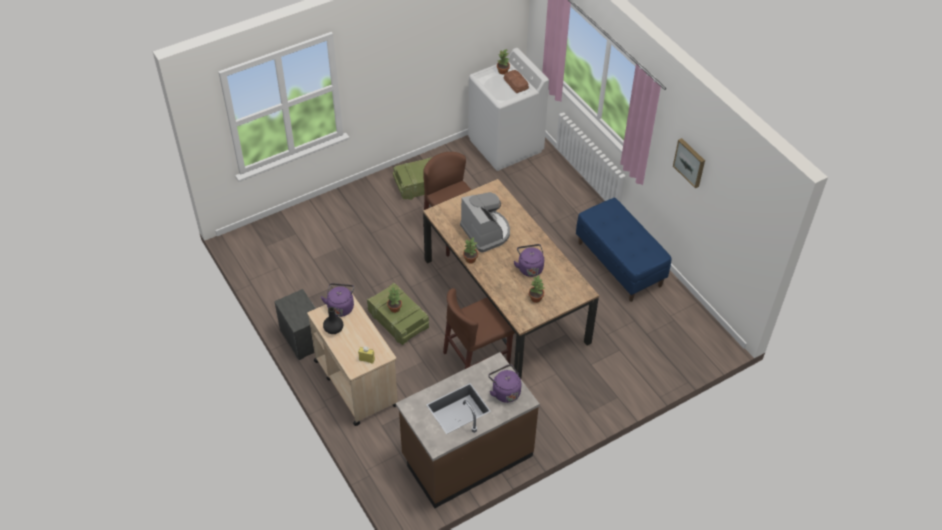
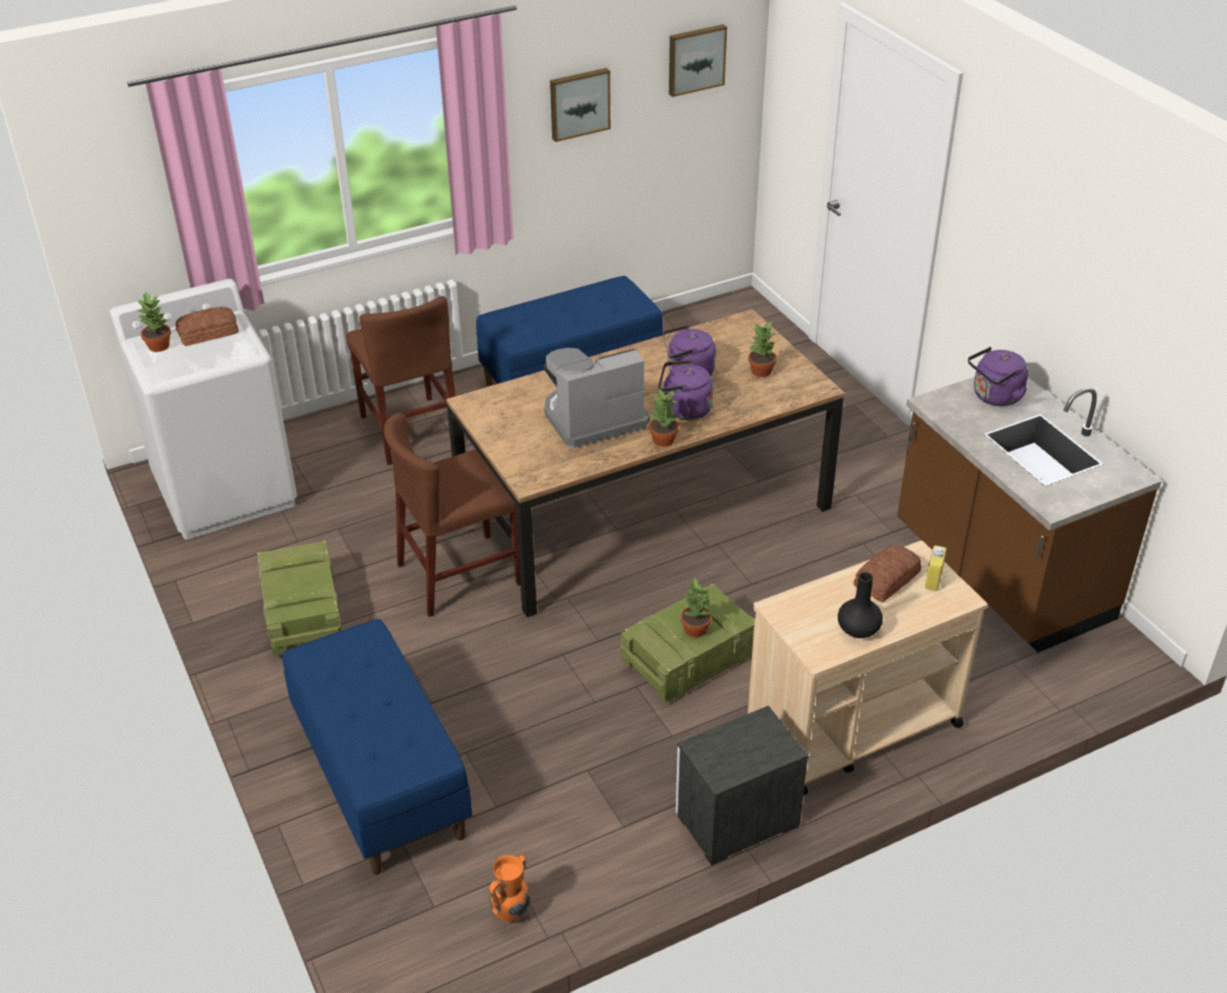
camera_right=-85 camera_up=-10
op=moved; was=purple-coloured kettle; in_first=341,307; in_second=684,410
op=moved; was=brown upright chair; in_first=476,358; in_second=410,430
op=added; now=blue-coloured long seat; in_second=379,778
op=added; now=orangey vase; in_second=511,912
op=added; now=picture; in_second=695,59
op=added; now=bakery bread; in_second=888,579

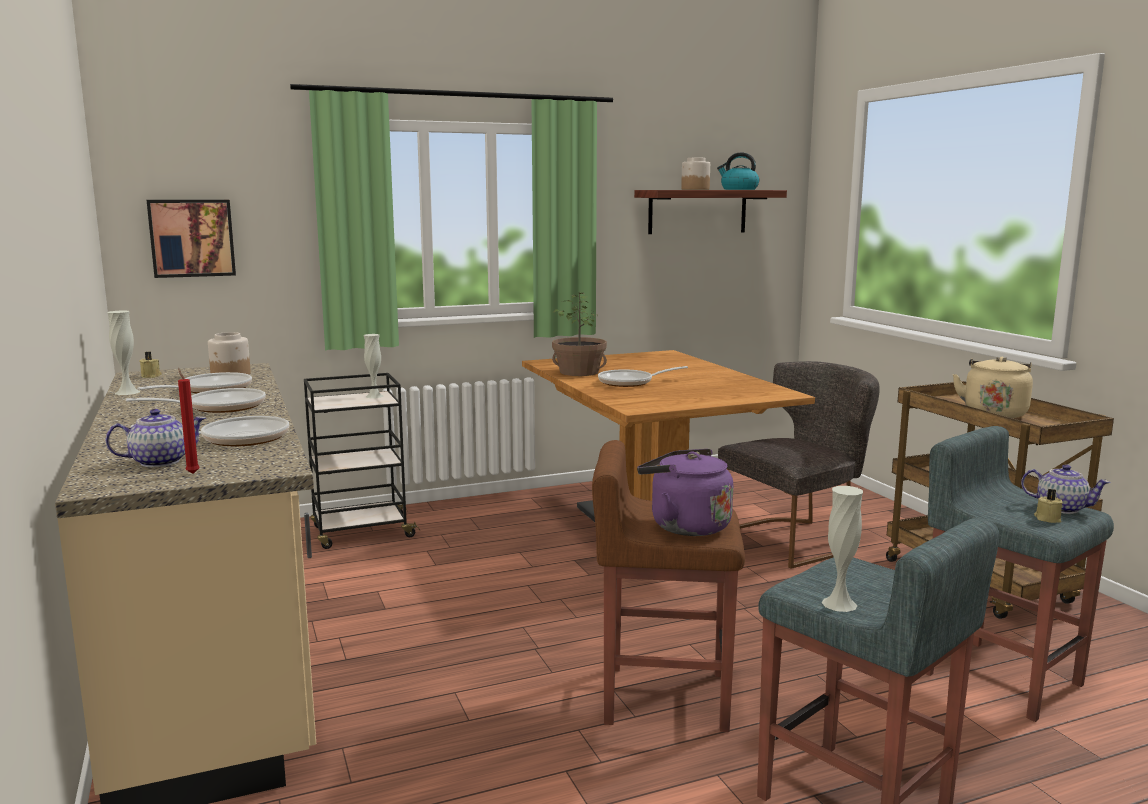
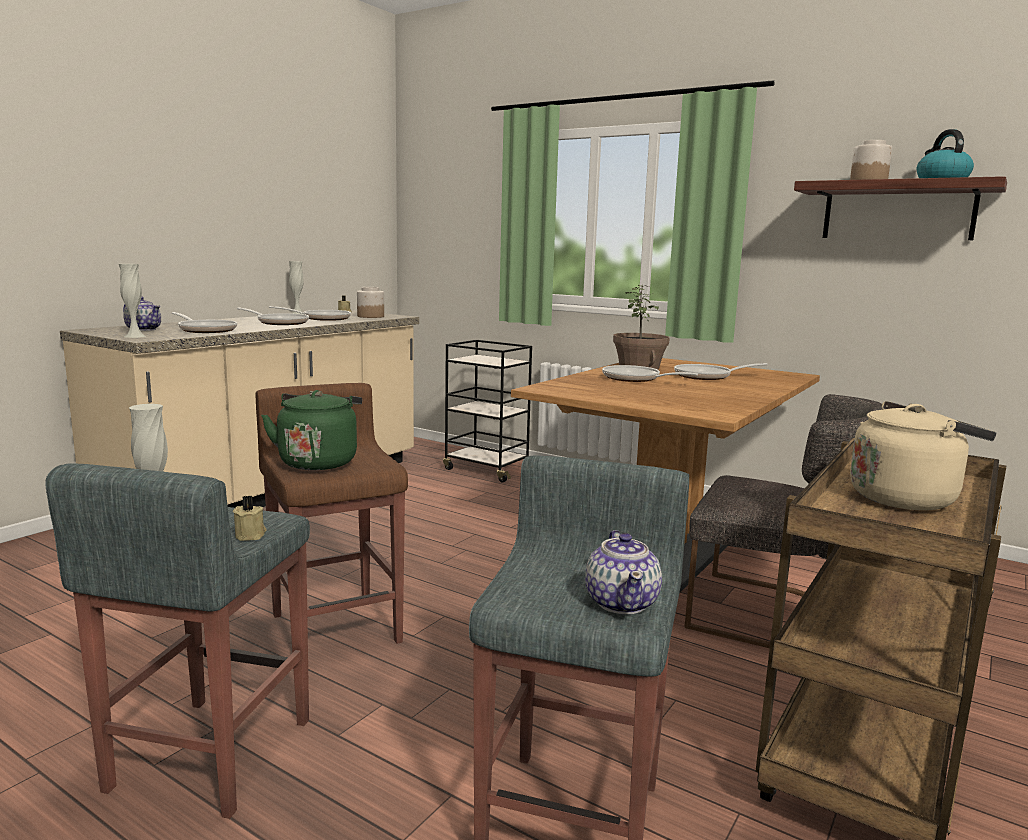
camera_right=55 camera_up=0
op=removed; was=picture; in_first=192,238
op=removed; was=red-coloured wax light; in_first=192,473
op=moved; was=white vase; in_first=374,396; in_second=135,336
op=recoloured; was=purple-coloured kettle; now=greenish kettle; in_first=685,526; in_second=318,461
op=moved; was=sand-coloured wax light; in_first=1047,519; in_second=251,535
op=added; now=skillet; in_second=707,376

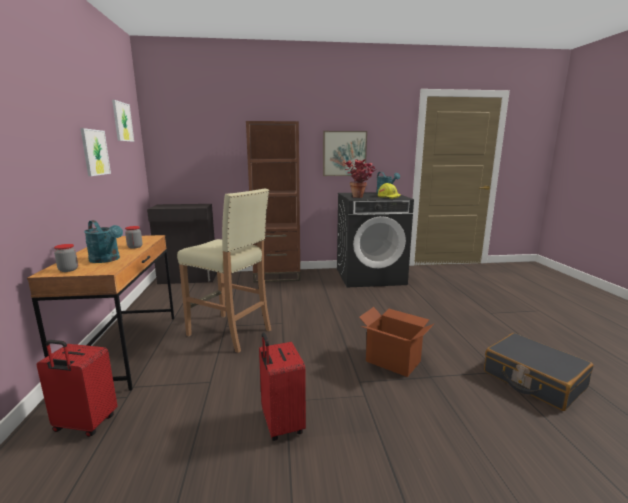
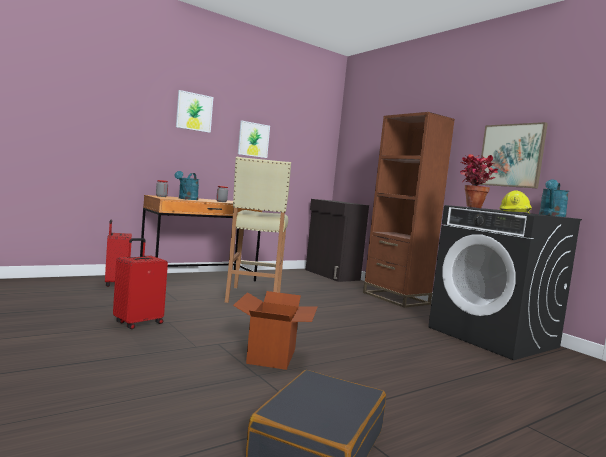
camera_right=60 camera_up=-10
op=moved; was=picture; in_first=122,121; in_second=194,112

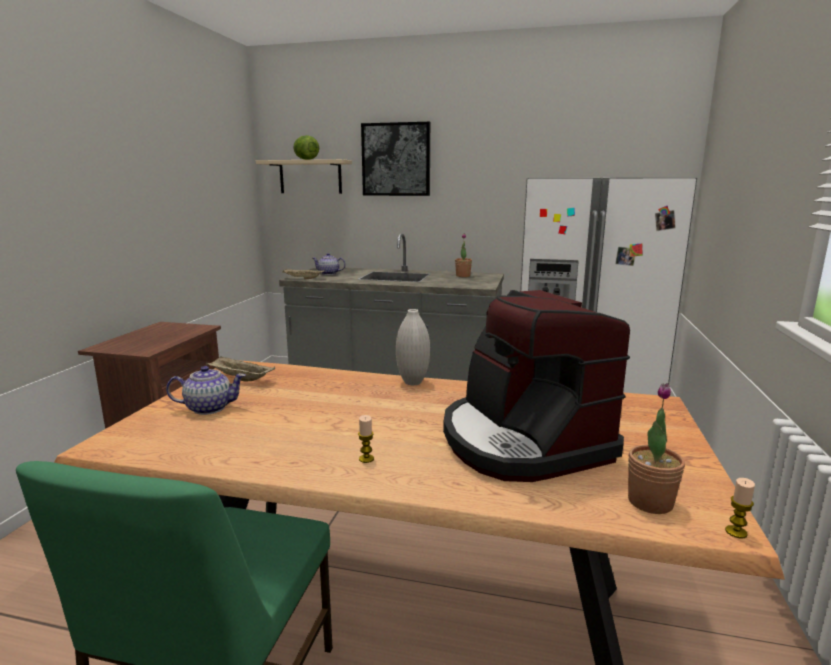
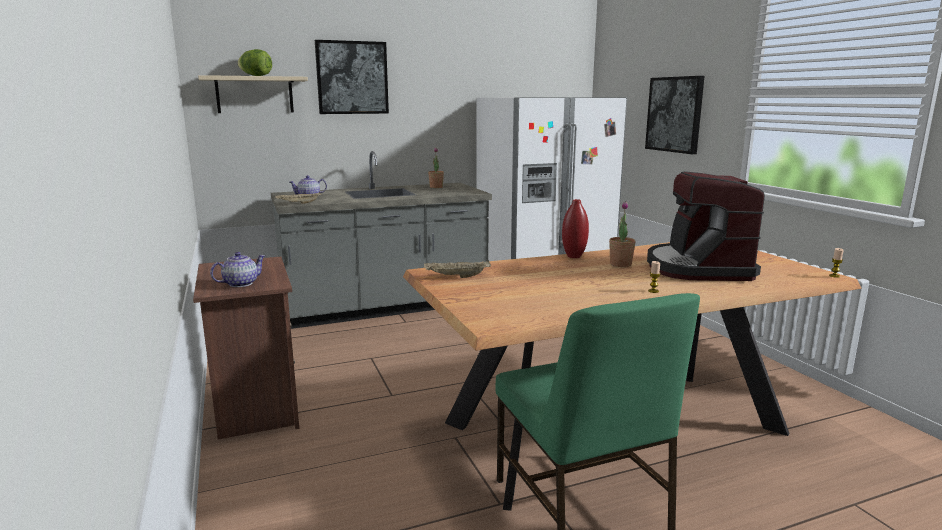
camera_right=-35 camera_up=0
op=moved; was=tea pot; in_first=208,408; in_second=240,284
op=recoloured; was=white vase; now=red-coloured vase; in_first=412,382; in_second=574,256
op=turned; was=coffee maker; in_first=522,441; in_second=698,268; clockwise=60
op=moved; was=plant in a pot; in_first=650,502; in_second=620,264
op=added; now=picture; in_second=674,114

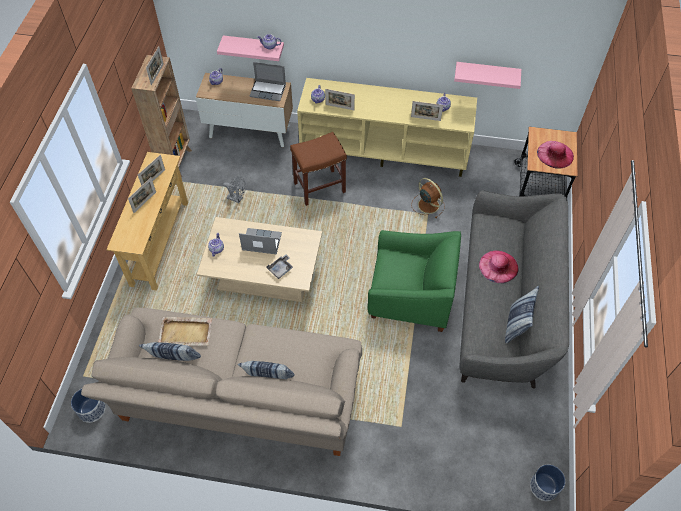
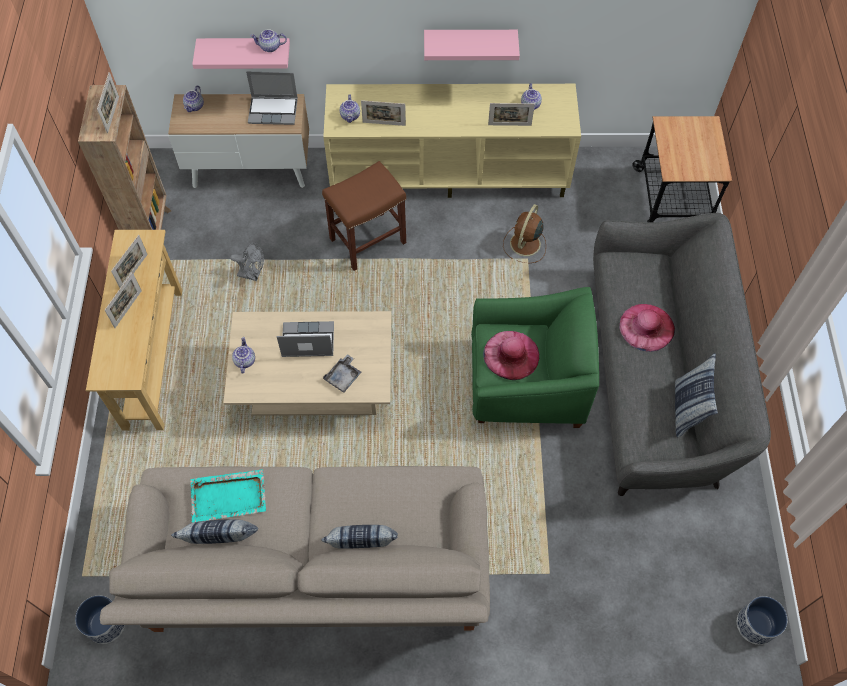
camera_right=-10 camera_up=5
op=recoloured; was=sand-coloured serving tray; now=turquoise serving tray; in_first=186,332; in_second=229,496
op=turned; was=brown cooling fan; in_first=427,204; in_second=524,244; clockwise=-105
op=moved; was=pink-coloured wall shelf; in_first=487,73; in_second=470,42
op=moved; was=pink-coloured clothing hat; in_first=555,154; in_second=511,355

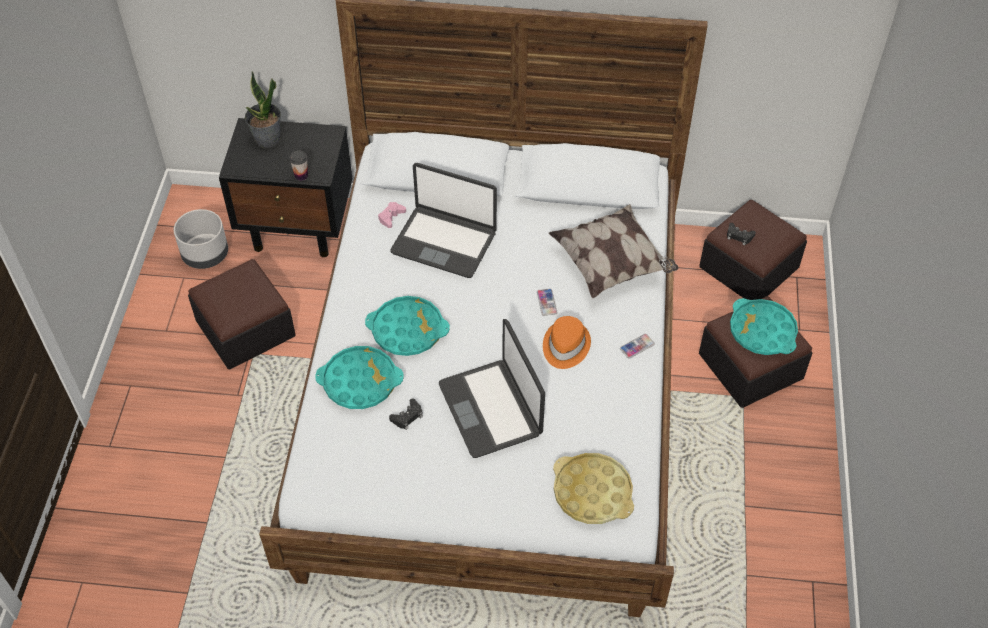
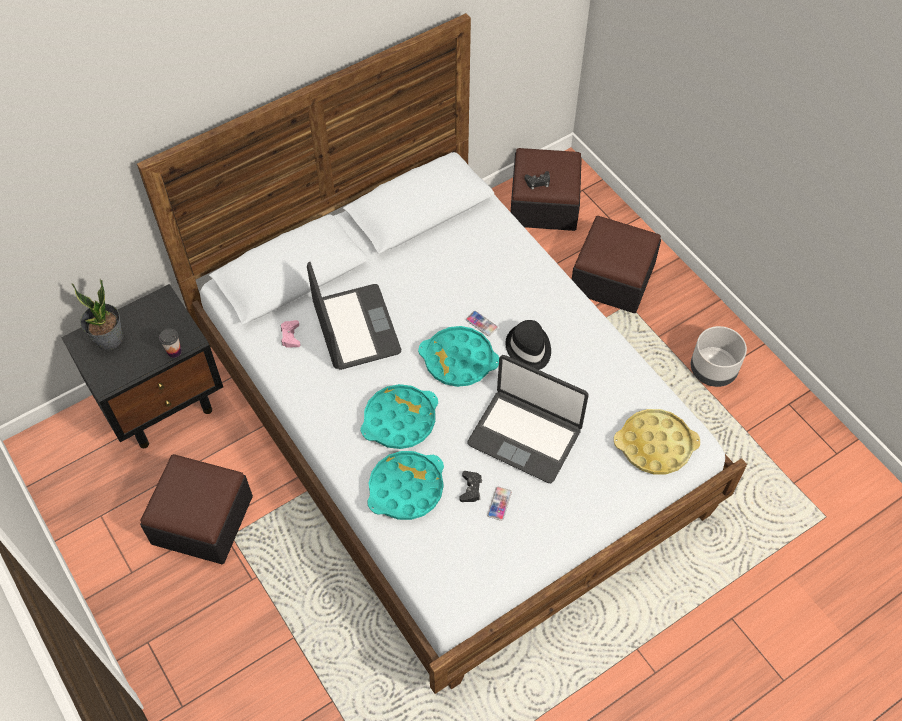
camera_right=-40 camera_up=5
op=moved; was=grey flower pot; in_first=205,255; in_second=713,370
op=turned; was=notebook computer; in_first=444,242; in_second=355,328; clockwise=-90
op=recoloured; was=orangey clothing hat; now=black clothing hat; in_first=565,346; in_second=528,348
op=removed; was=throw pillow; in_first=611,265
op=moved; was=phone; in_first=637,346; in_second=499,504
op=moved; was=turquoise serving tray; in_first=762,331; in_second=458,360

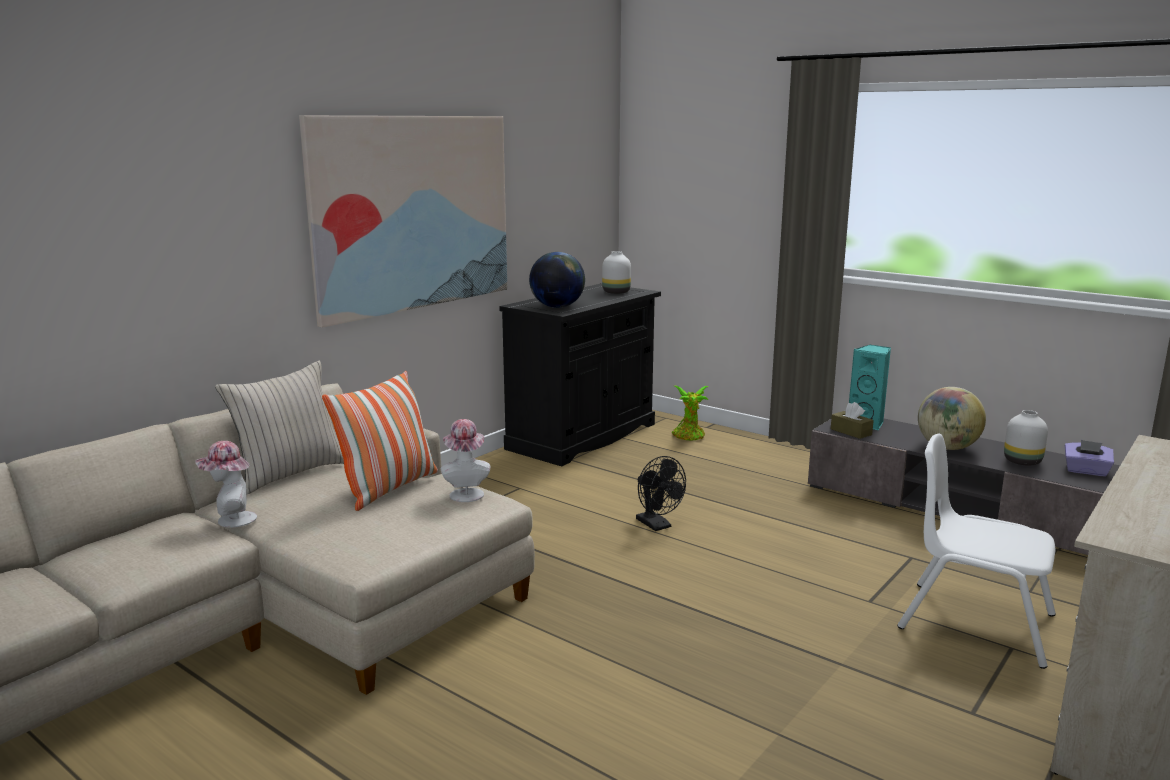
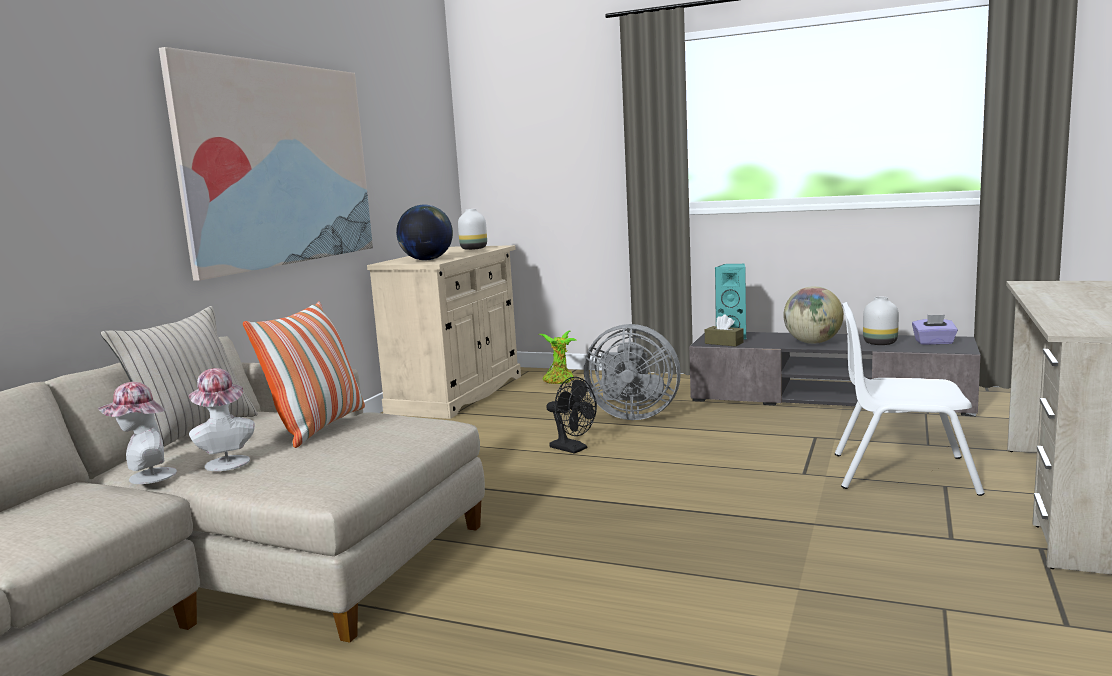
camera_right=-15 camera_up=-5
op=moved; was=clothing hat; in_first=466,493; in_second=226,461
op=recoloured; was=black cabinet; now=sand-coloured cabinet; in_first=582,436; in_second=457,394
op=added; now=grey cooling fan; in_second=632,415

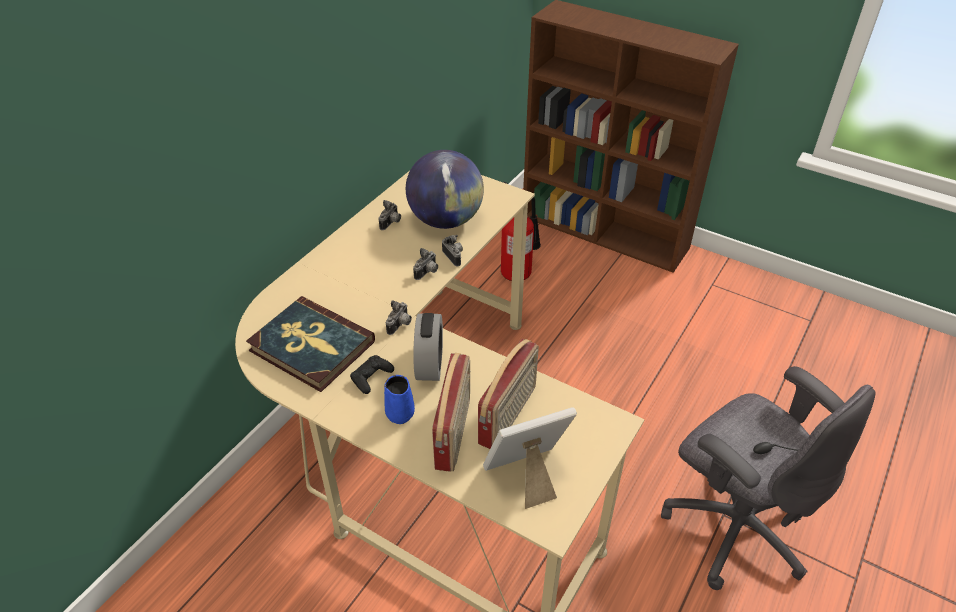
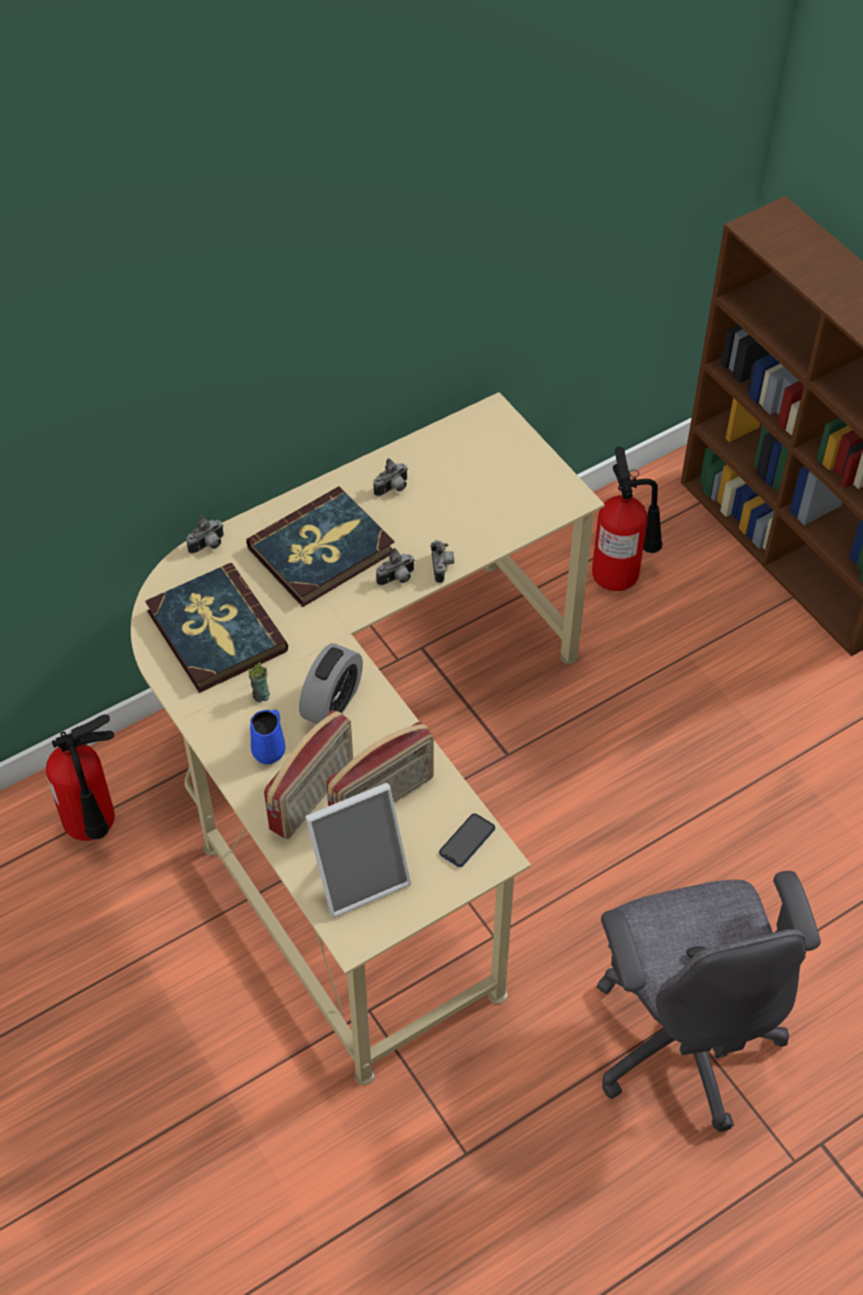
camera_right=25 camera_up=10
op=replaced; was=black gamepad; now=cup; in_first=371,377; in_second=261,695
op=moved; was=still camera; in_first=400,325; in_second=208,546
op=removed; was=desk globe; in_first=445,220
op=turned; was=photo frame; in_first=526,477; in_second=360,876; clockwise=150
op=added; now=extinguisher; in_second=95,828
op=added; now=book; in_second=321,551
op=added; now=phone; in_second=467,841

